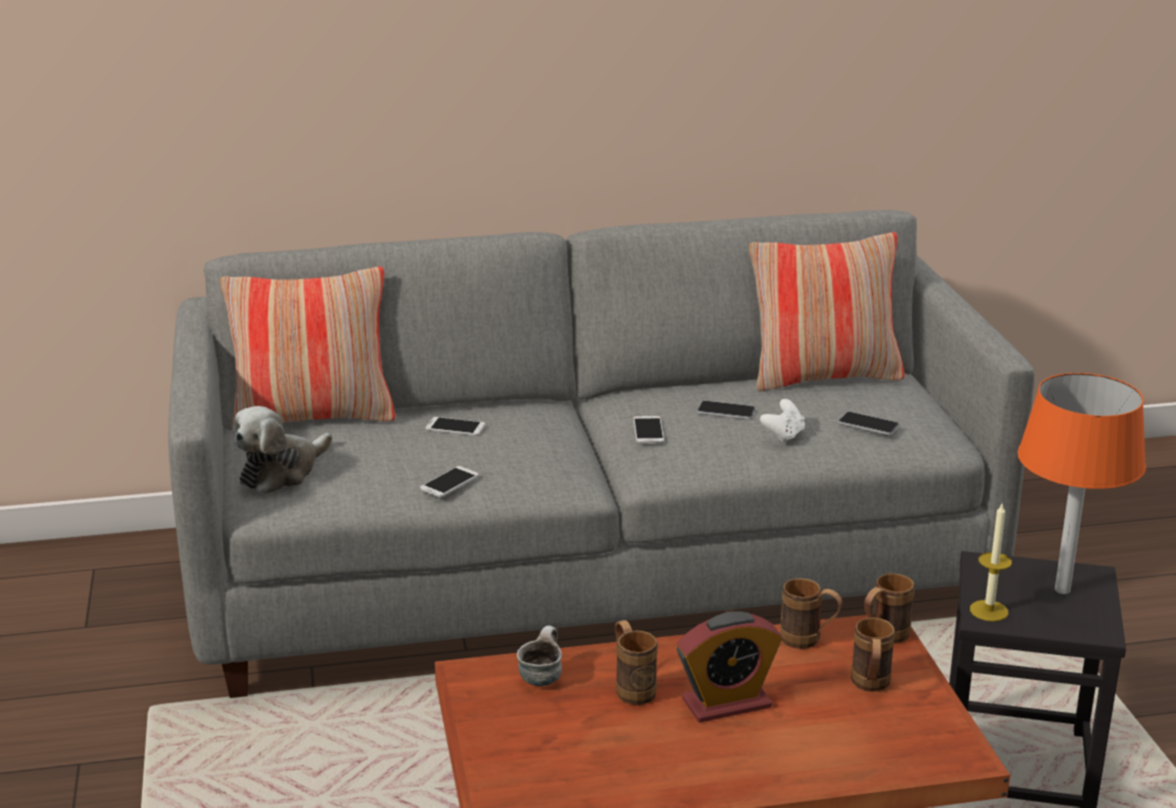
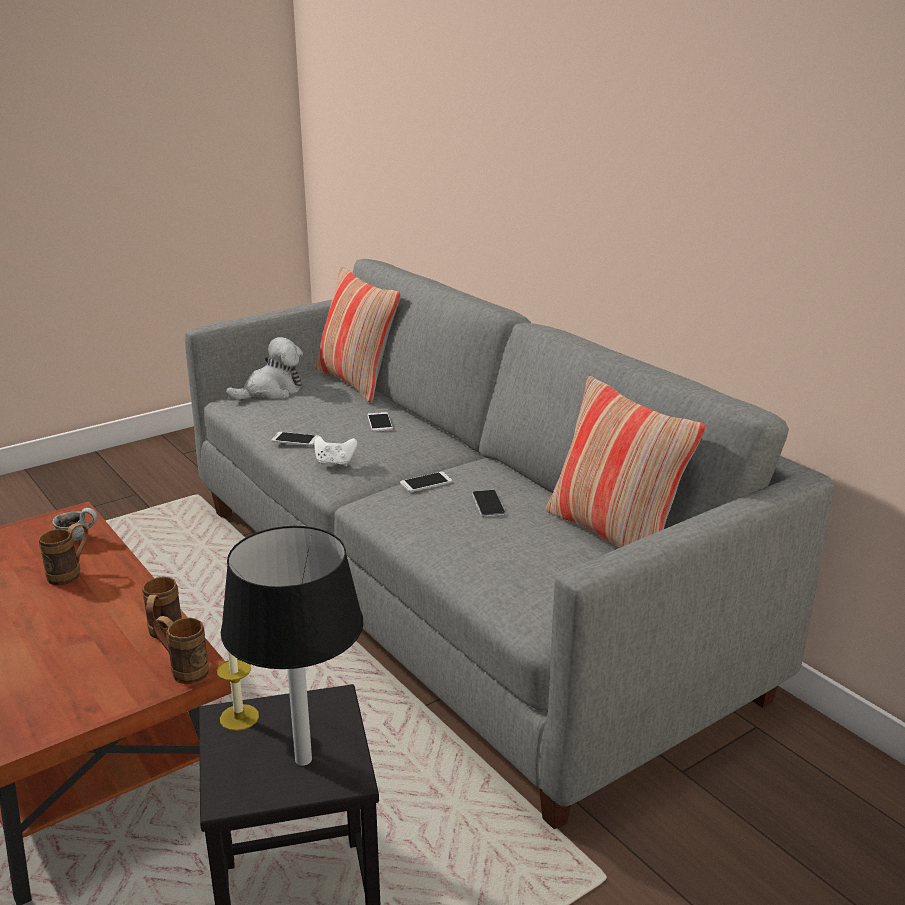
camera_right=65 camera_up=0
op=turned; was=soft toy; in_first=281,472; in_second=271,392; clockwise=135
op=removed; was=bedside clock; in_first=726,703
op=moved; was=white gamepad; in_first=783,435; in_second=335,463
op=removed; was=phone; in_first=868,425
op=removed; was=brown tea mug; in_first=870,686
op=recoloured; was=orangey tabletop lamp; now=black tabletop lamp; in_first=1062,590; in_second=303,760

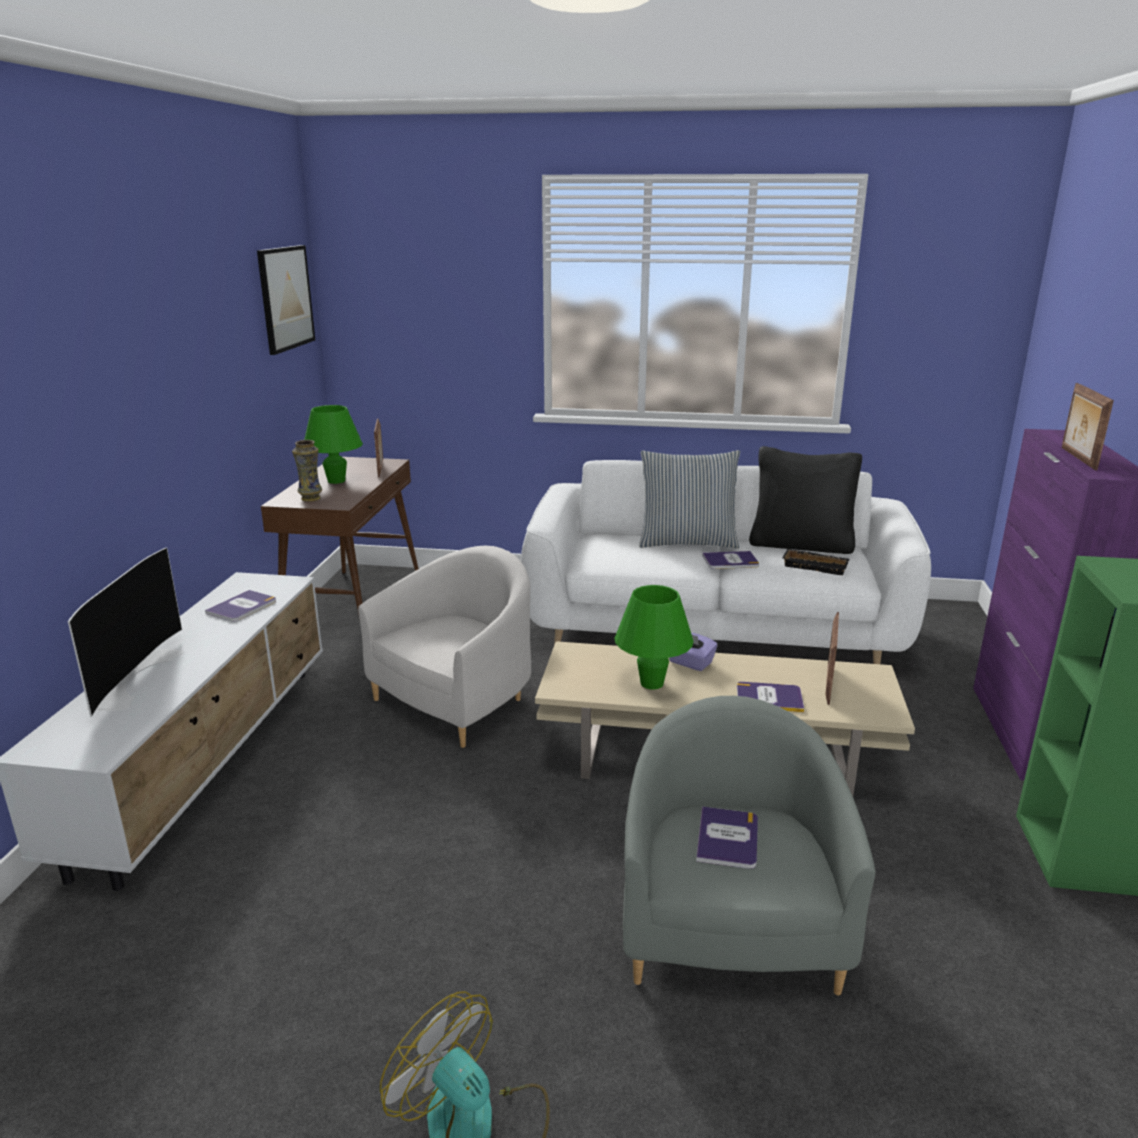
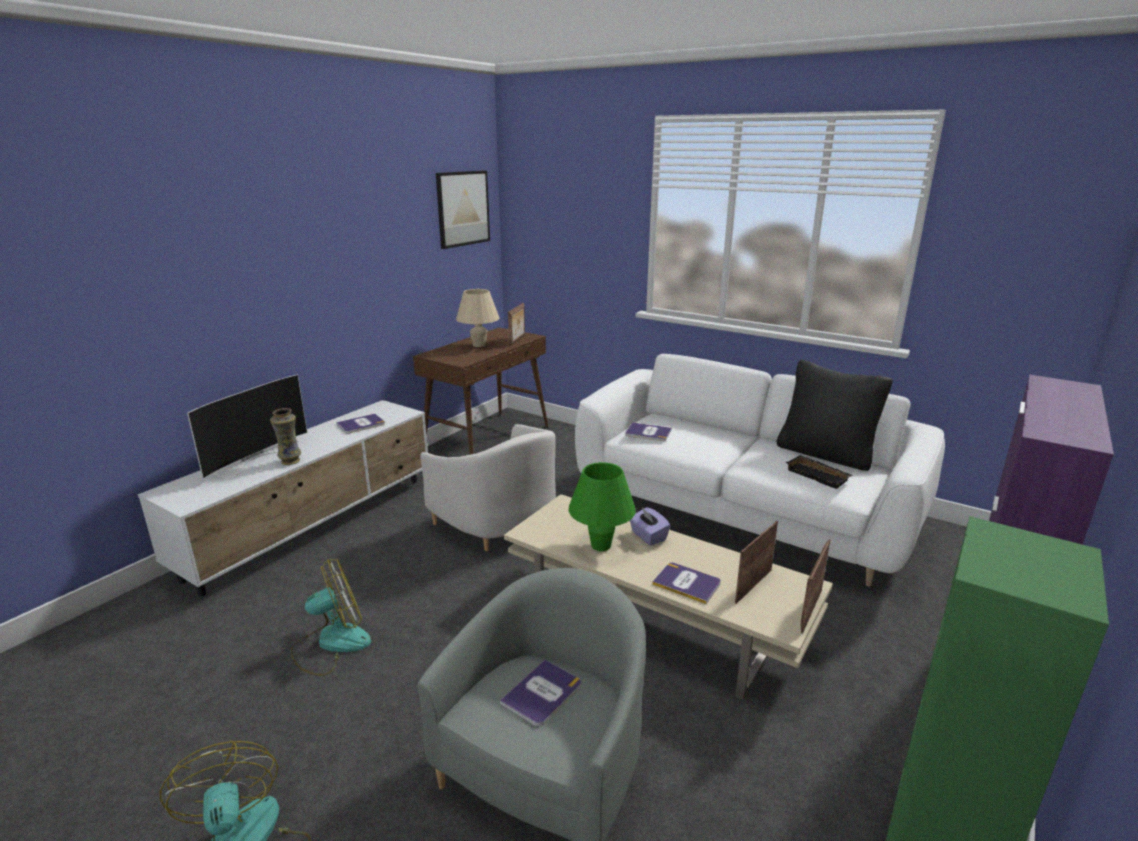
camera_right=25 camera_up=0
op=moved; was=vase; in_first=310,498; in_second=290,461
op=recoloured; was=greenish tabletop lamp; now=sand-coloured tabletop lamp; in_first=336,481; in_second=479,345
op=turned; was=white easy chair; in_first=457,700; in_second=498,524; clockwise=75
op=removed; was=throw pillow; in_first=687,542
op=moved; was=book; in_first=730,561; in_second=648,433
op=moved; was=photo frame; in_first=1077,458; in_second=810,610
op=added; now=cooling fan; in_second=331,643

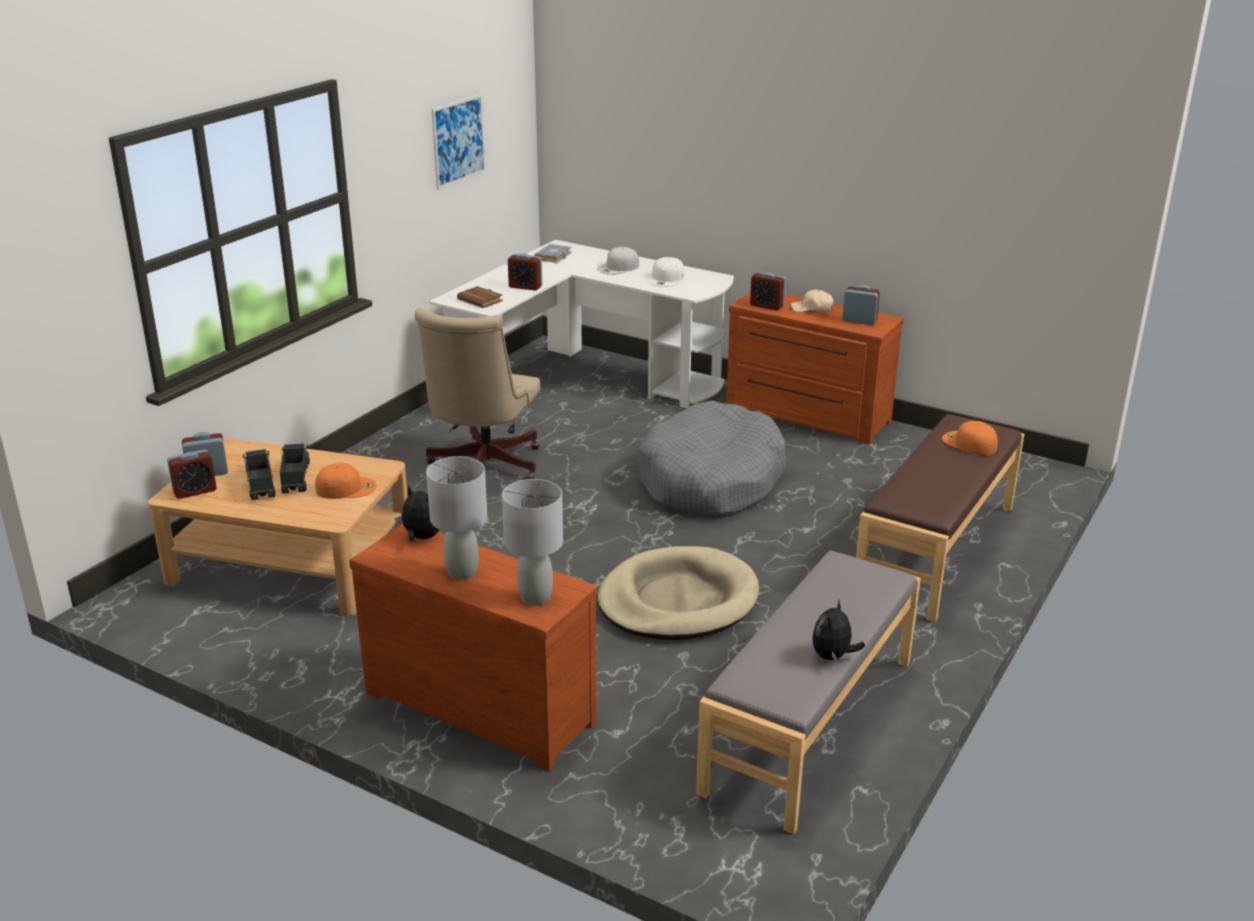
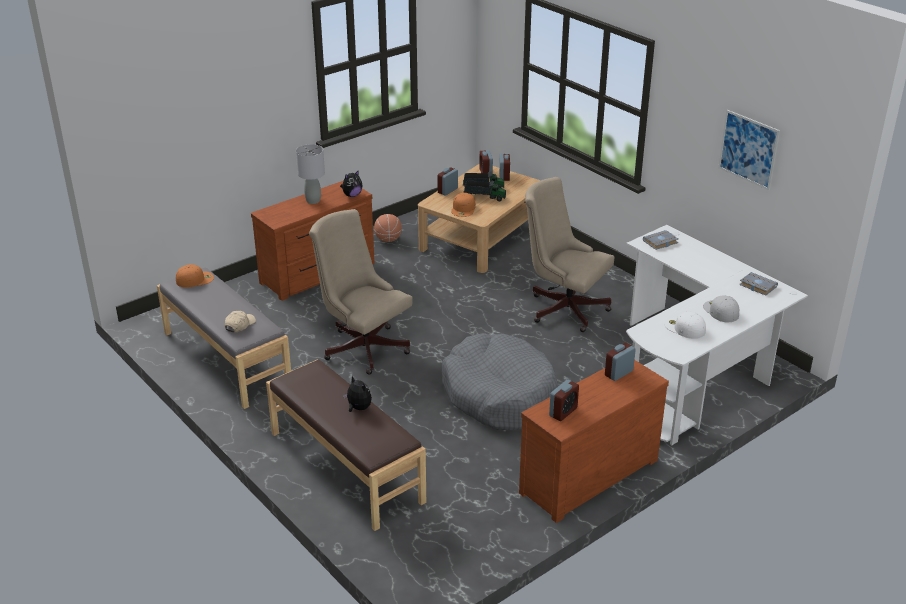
camera_right=110 camera_up=5
op=recoloured; was=brown book; now=grey book; in_first=481,300; in_second=660,242
op=removed; was=grey tabletop lamp; in_first=535,598
op=moved; was=bedside clock; in_first=525,287; in_second=447,190
op=replaced; was=sand-coloured dog bed; now=sand-coloured computer chair; in_first=677,600; in_second=362,346
op=moved; was=sand-coloured cap; in_first=812,309; in_second=240,325
op=moved; was=soft toy; in_first=833,656; in_second=358,408
op=moved; was=orangey cap; in_first=968,443; in_second=195,279
op=added; now=basketball; in_second=388,239

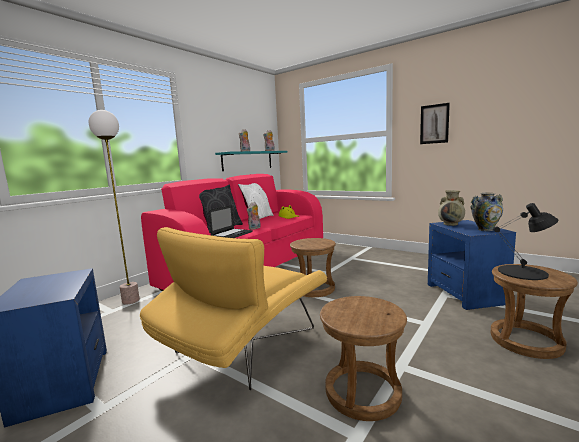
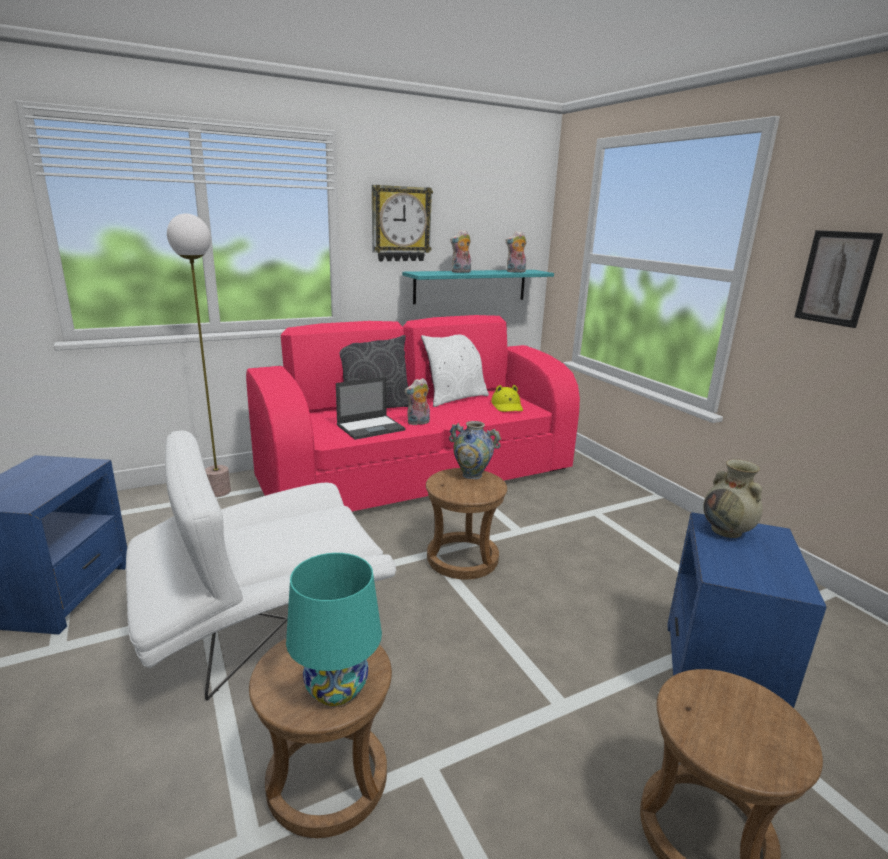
camera_right=25 camera_up=10
op=recoloured; was=yellow-coloured easy chair; now=white easy chair; in_first=242,347; in_second=263,626
op=moved; was=vase; in_first=485,229; in_second=472,475
op=removed; was=black tabletop lamp; in_first=523,272
op=added; now=turquoise tabletop lamp; in_second=336,688
op=added; now=clock on the wall; in_second=400,224

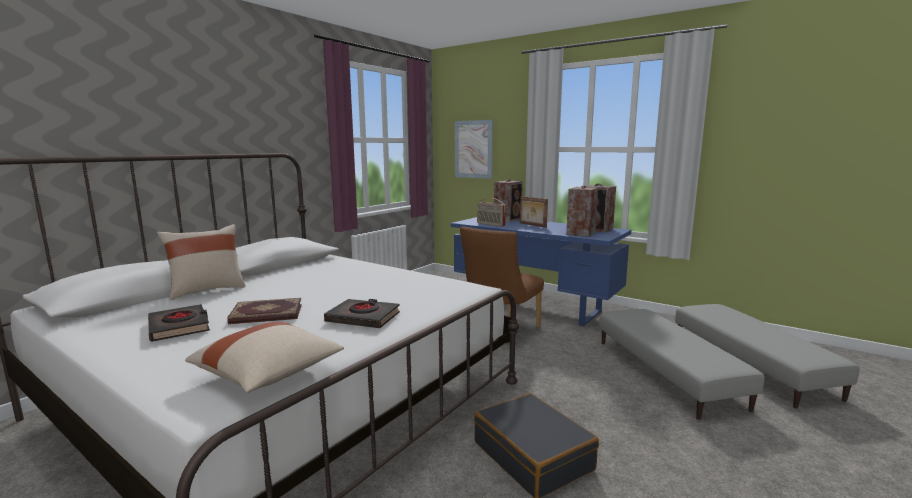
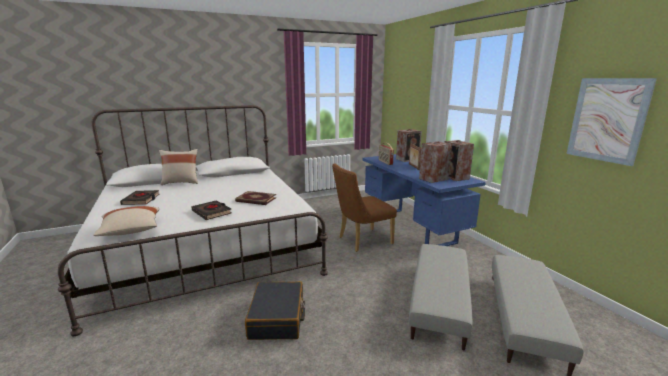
camera_right=30 camera_up=5
op=moved; was=book; in_first=266,314; in_second=255,200
op=moved; was=picture; in_first=473,149; in_second=607,120

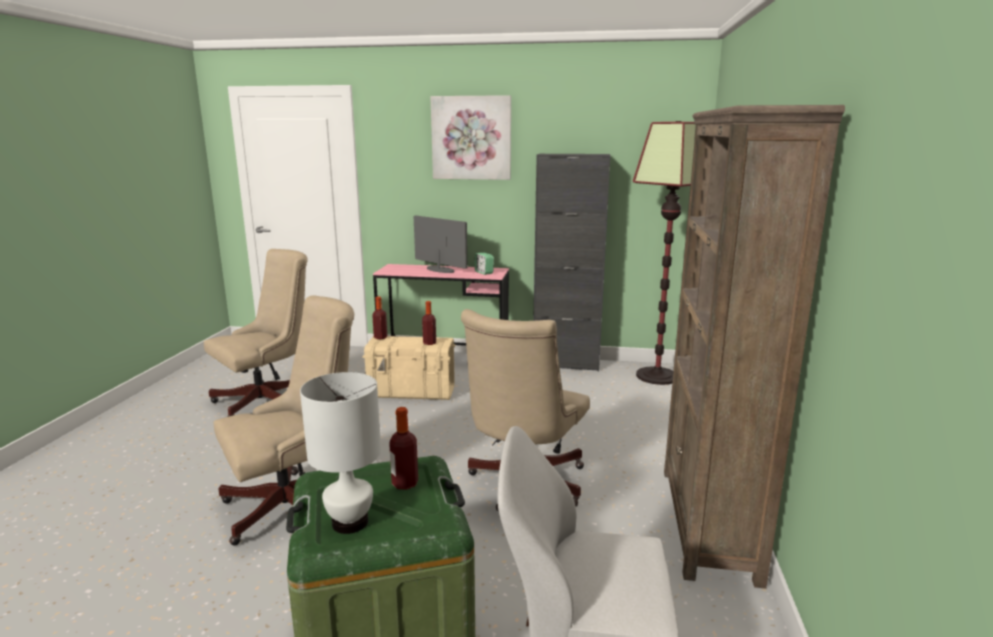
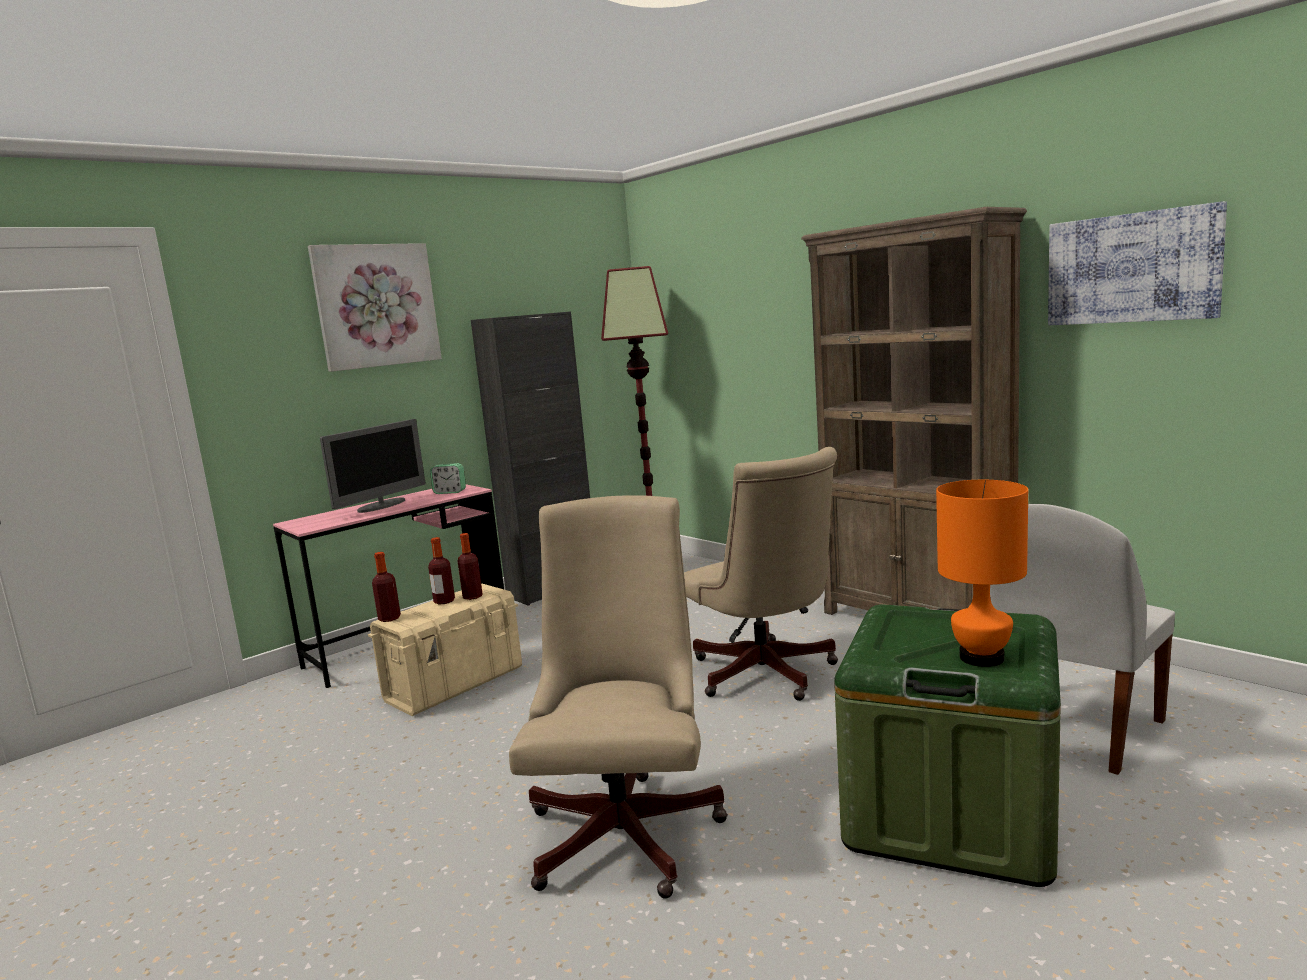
camera_right=-50 camera_up=-5
op=removed; was=sand-coloured computer chair; in_first=268,400
op=recoloured; was=white tabletop lamp; now=orangey tabletop lamp; in_first=350,522; in_second=980,657
op=moved; was=bottle; in_first=405,483; in_second=444,601
op=turned; was=monitor; in_first=440,270; in_second=382,505; clockwise=135
op=added; now=picture; in_second=1131,268

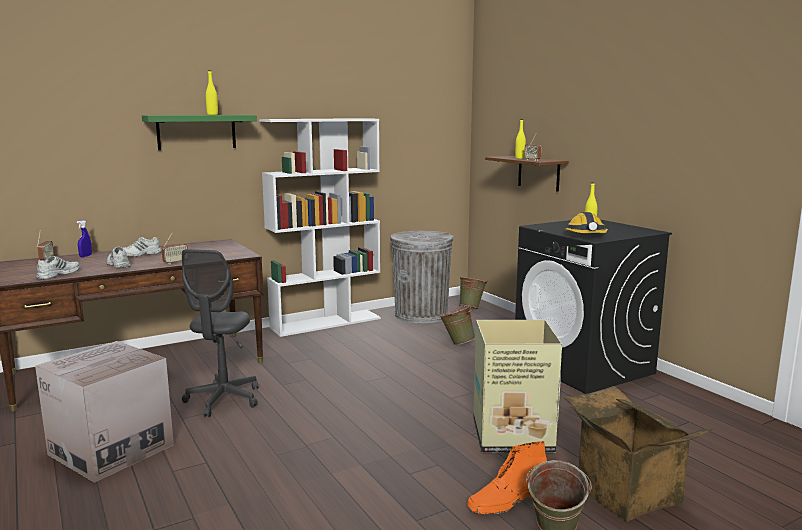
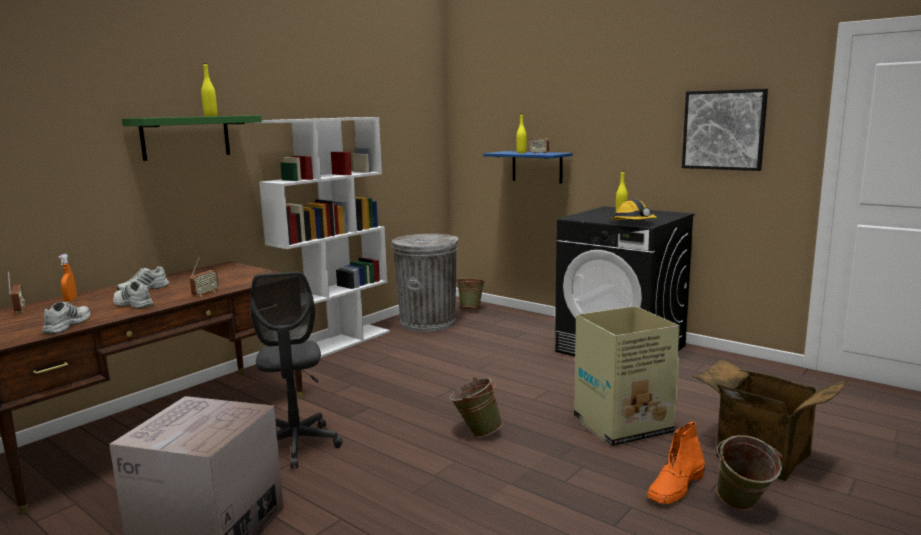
camera_right=-20 camera_up=0
op=recoloured; was=blue-coloured spray bottle; now=orangey spray bottle; in_first=85,256; in_second=70,299
op=moved; was=greenish water bucket; in_first=456,343; in_second=476,433
op=recoloured; was=brown wall shelf; now=blue-coloured wall shelf; in_first=538,173; in_second=537,167
op=added; now=picture; in_second=723,130

